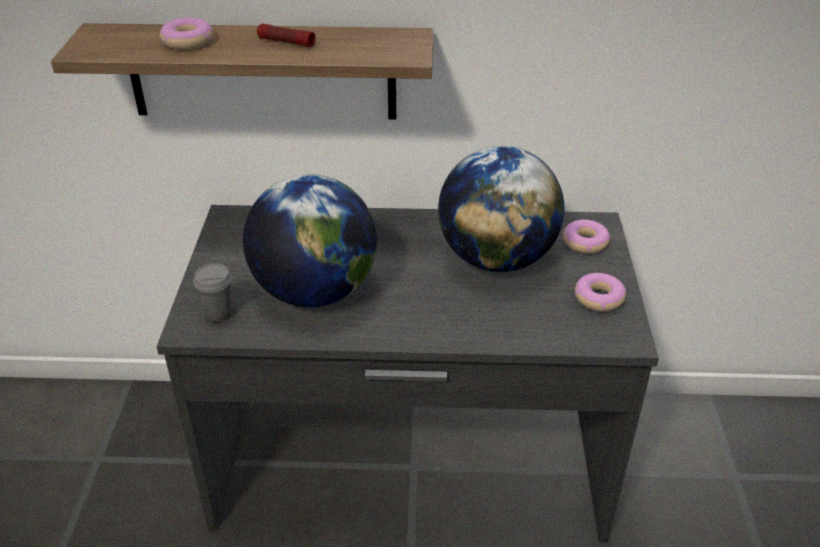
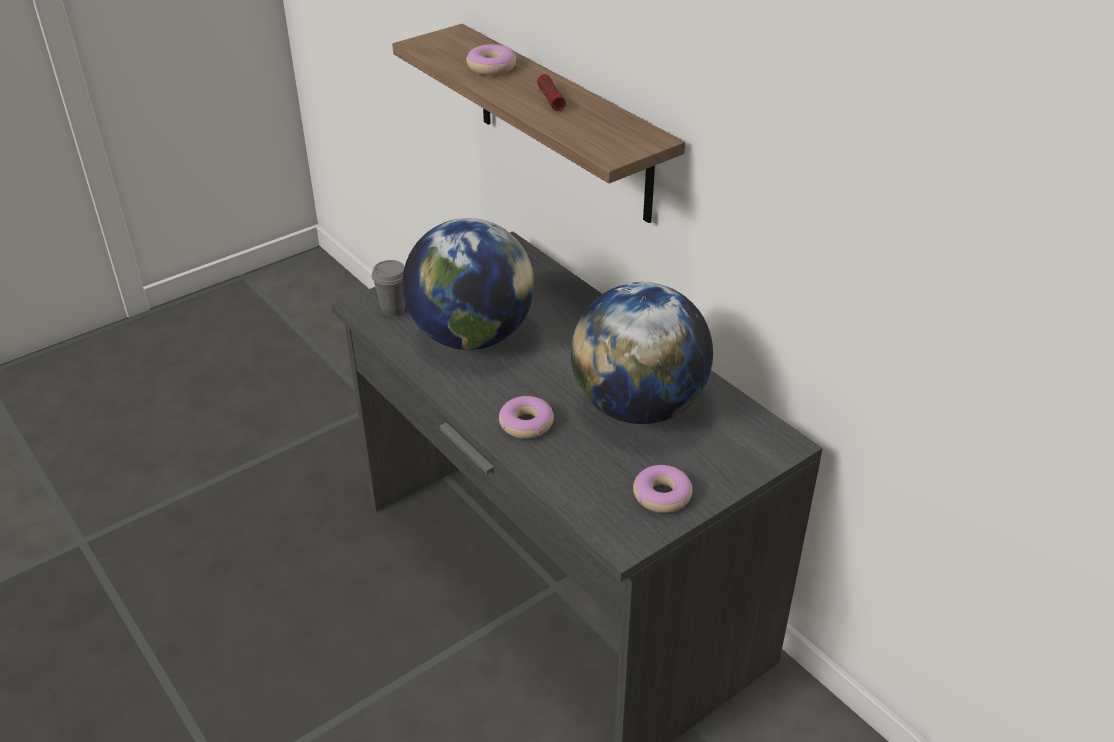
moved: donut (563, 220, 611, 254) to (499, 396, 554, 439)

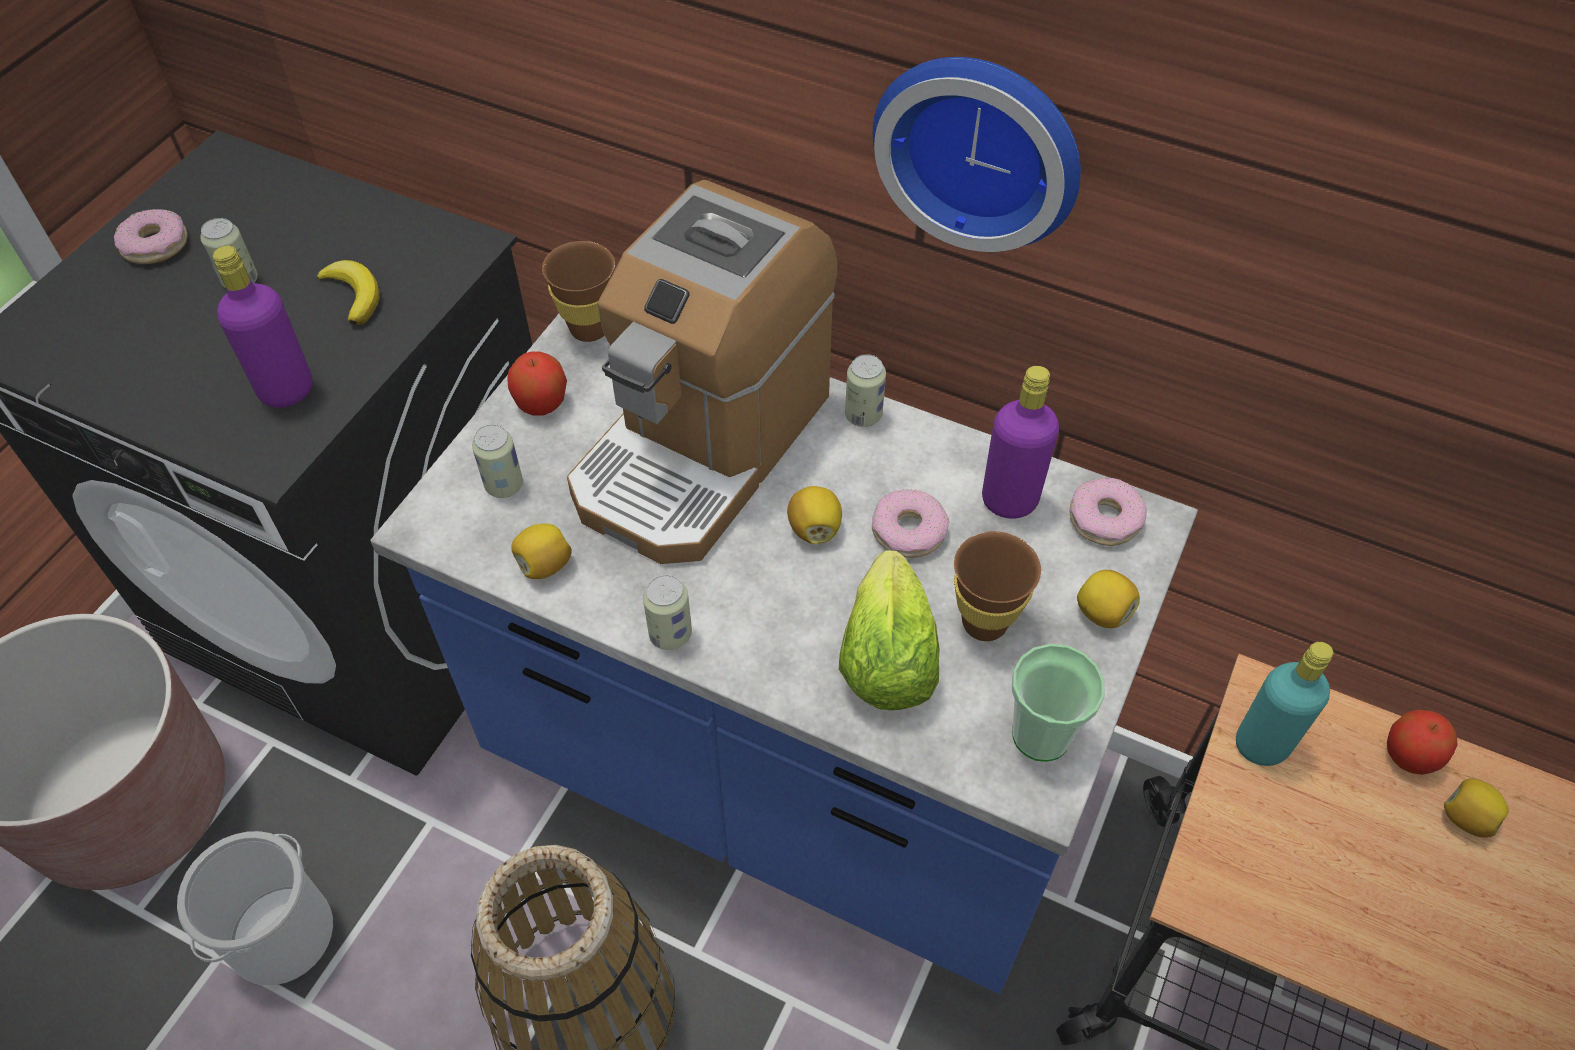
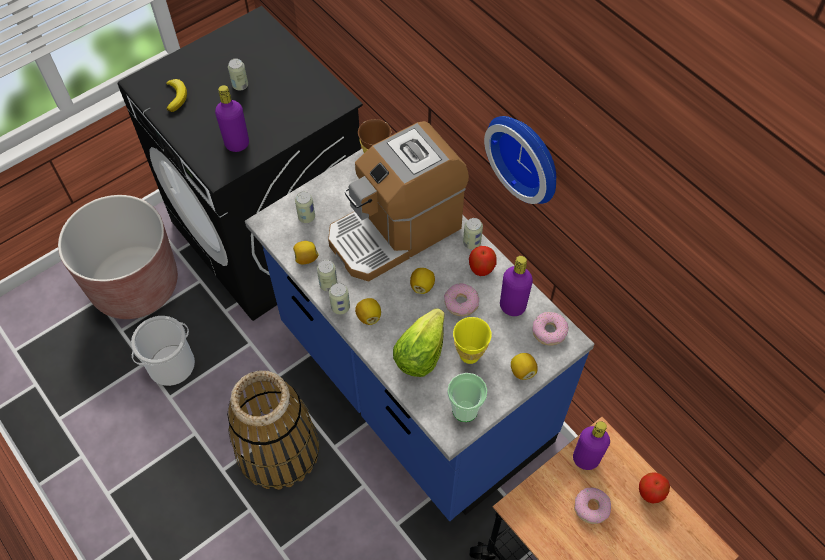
added: can (317, 260, 337, 292)
moved: donut (114, 209, 187, 264) to (574, 488, 611, 524); banana (317, 260, 379, 325) to (166, 79, 187, 112); apple (507, 351, 567, 416) to (469, 246, 497, 276); lemon (1444, 778, 1509, 837) to (355, 298, 381, 325)
recoloured: brown cup (954, 531, 1041, 641) to yellow cup (453, 317, 492, 364); turquoise bottle (1236, 642, 1334, 766) to purple bottle (573, 421, 610, 470)

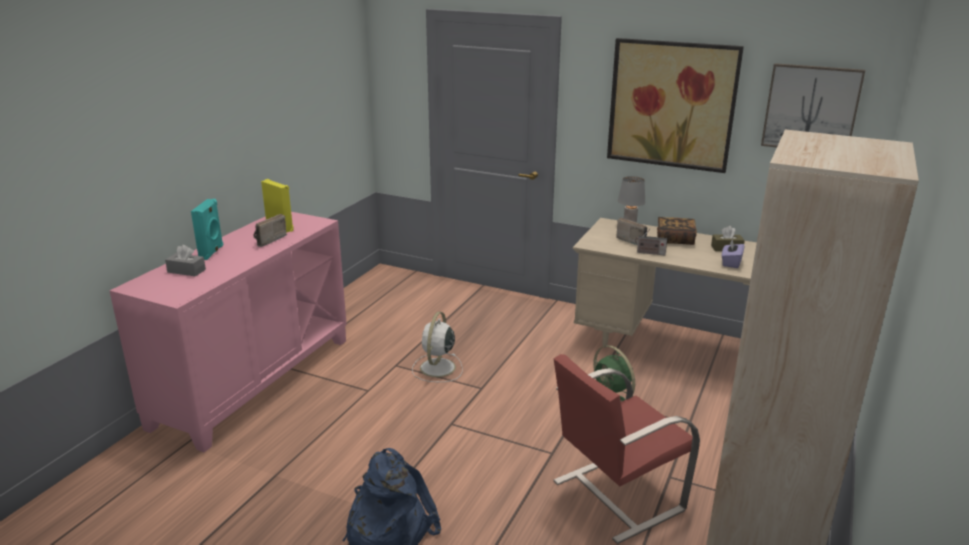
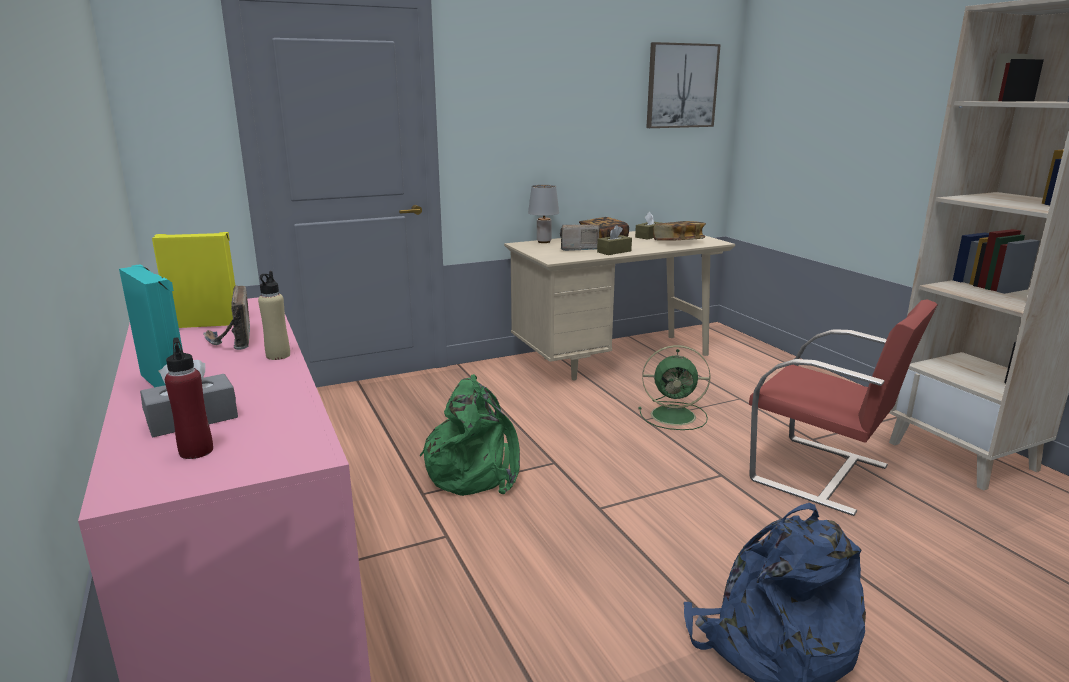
removed: picture (607, 38, 744, 173)
added: red bottle (165, 337, 213, 459); beige bottle (258, 271, 290, 360)
replaced: white fan (412, 312, 463, 382) to green backpack (420, 374, 520, 496); radio (635, 229, 667, 255) to brown tissue box (597, 225, 632, 255); purple tissue box (722, 238, 745, 268) to book (653, 221, 706, 240)
turned: red chair (553, 354, 700, 544) = (749, 299, 938, 516) 60 degrees counterclockwise

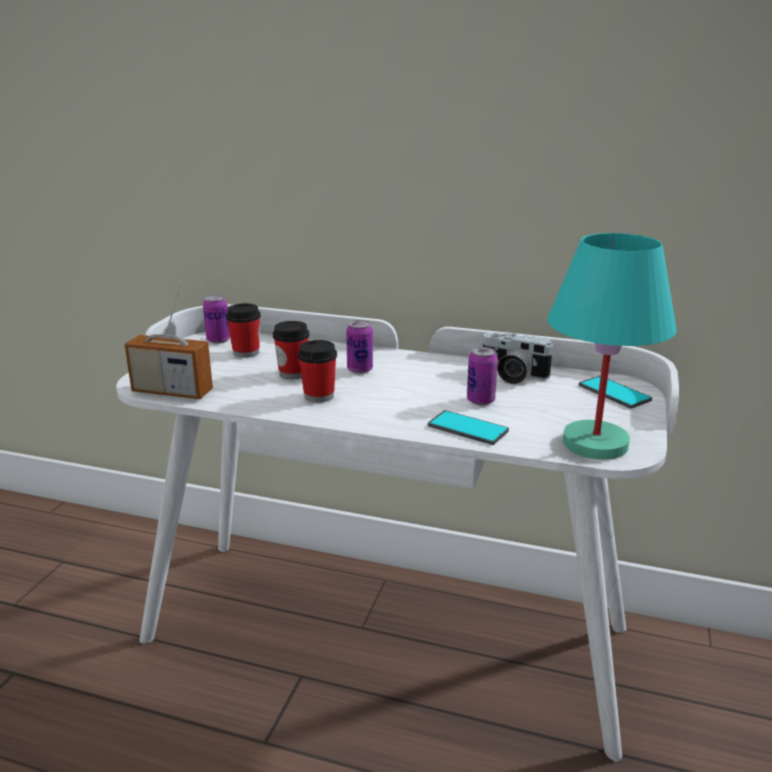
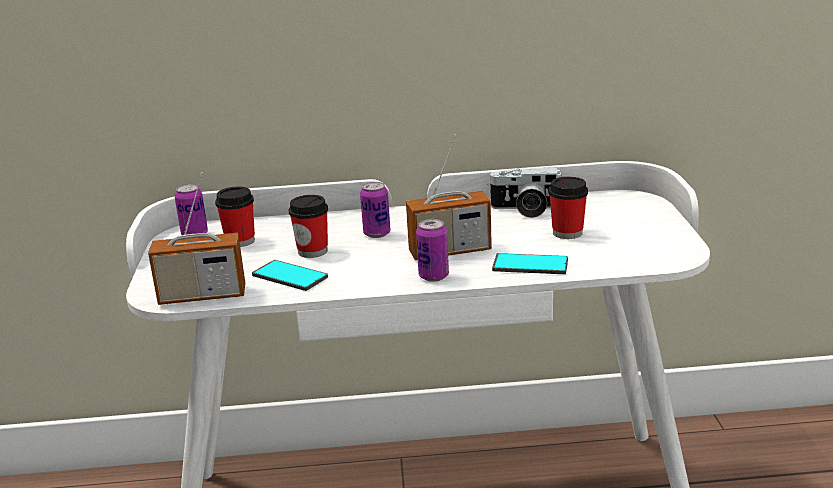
removed: turquoise table lamp (547, 233, 677, 460)
added: radio (406, 134, 492, 260)
moved: cup (298, 340, 337, 403) to (549, 177, 588, 239); can (467, 347, 498, 405) to (416, 219, 449, 282); phone (579, 376, 652, 409) to (252, 260, 328, 291)

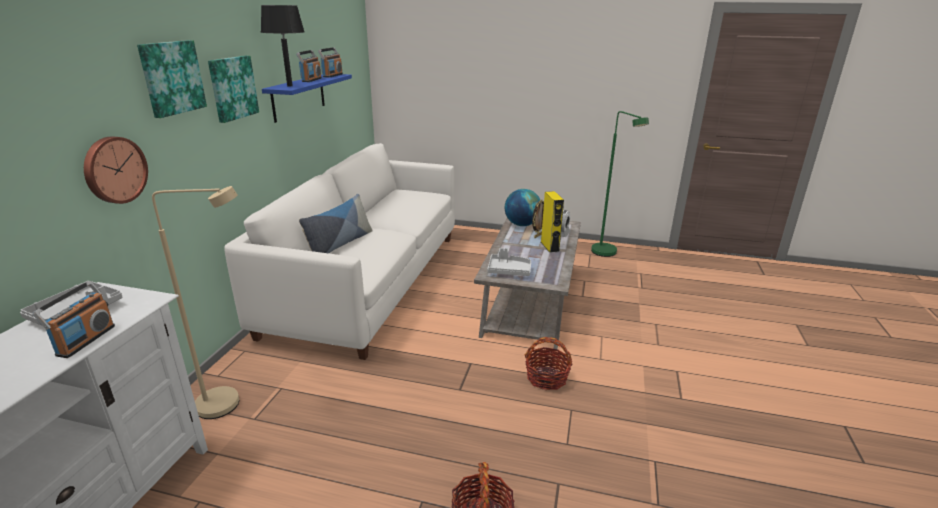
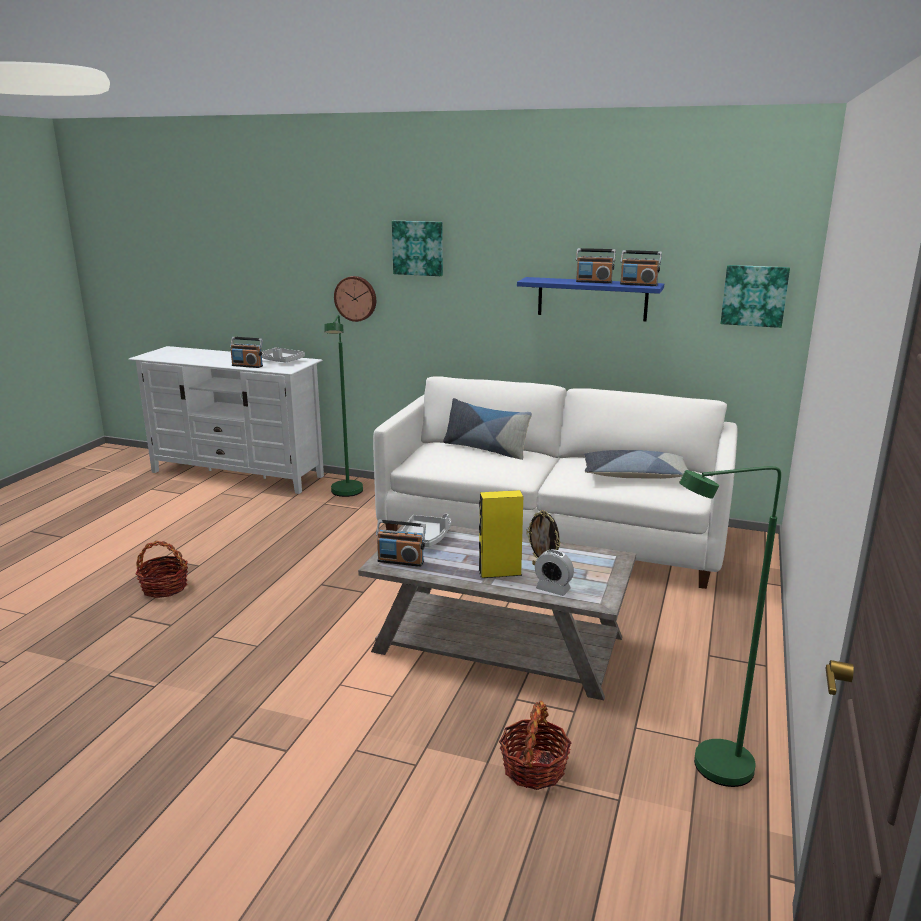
removed: black table lamp (261, 5, 304, 87); globe (505, 189, 540, 226)
added: radio (376, 520, 426, 567); pillow (584, 450, 688, 479)
moved: picture (208, 56, 259, 123) to (721, 265, 790, 328); basket (525, 337, 572, 390) to (499, 701, 571, 790)
recoloured: beige floor lamp (152, 186, 239, 419) to green floor lamp (324, 315, 363, 497)

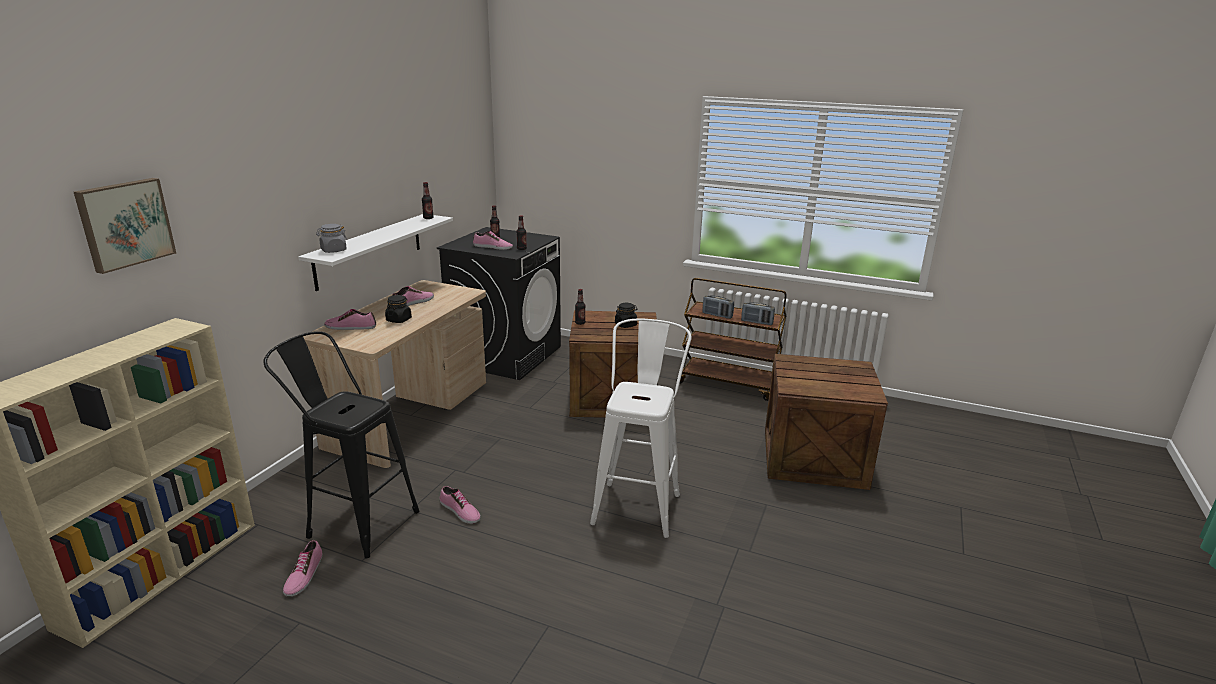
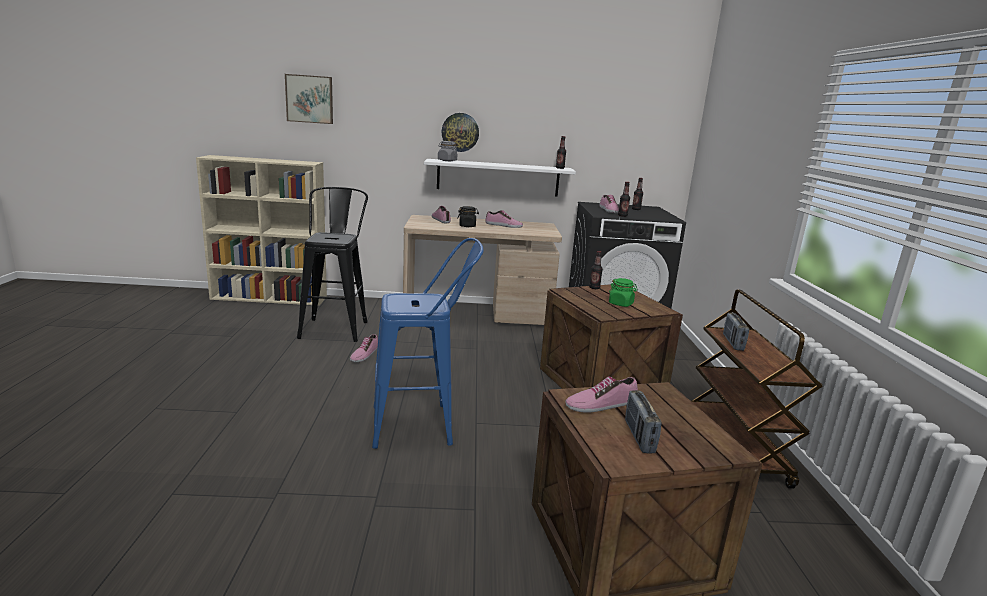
added: wall clock (441, 113, 479, 152)
moved: shoe (283, 540, 323, 596) to (565, 376, 638, 412); radio (741, 302, 775, 325) to (625, 390, 662, 454)
recoloured: white stool (590, 319, 692, 538) to blue stool (372, 238, 484, 449); black jar (615, 303, 638, 328) to green jar (609, 278, 638, 307)

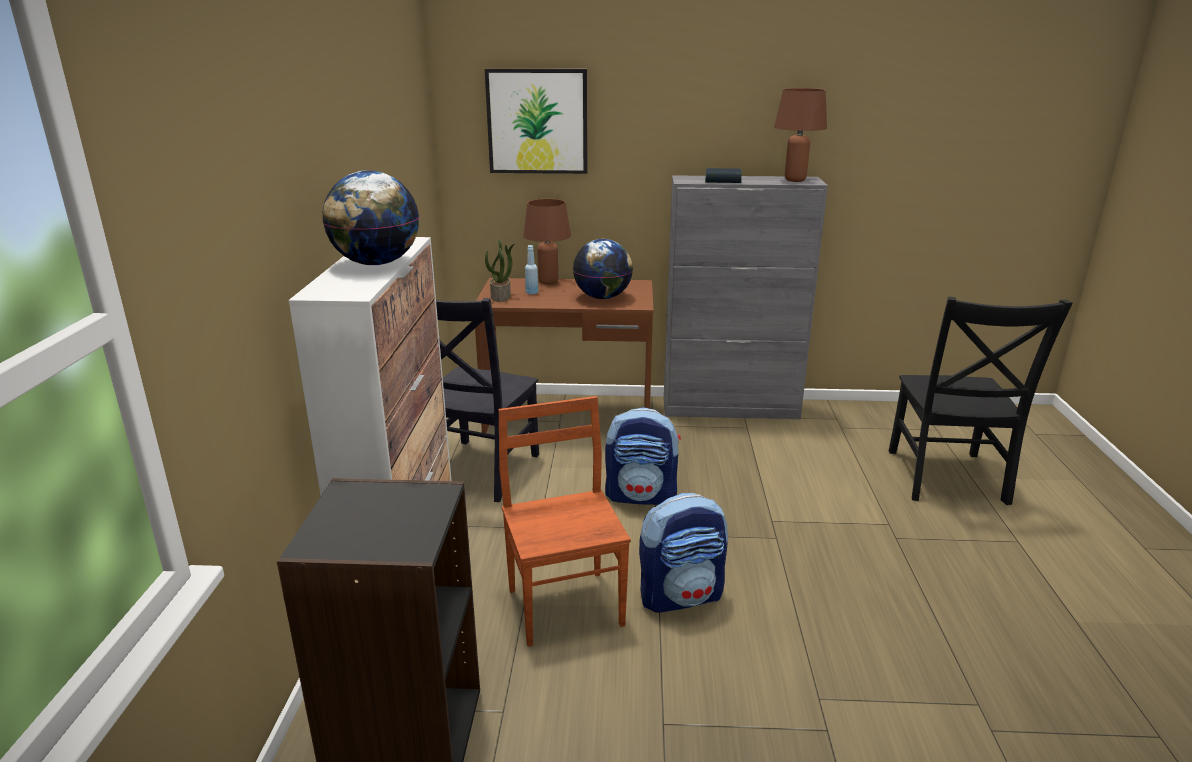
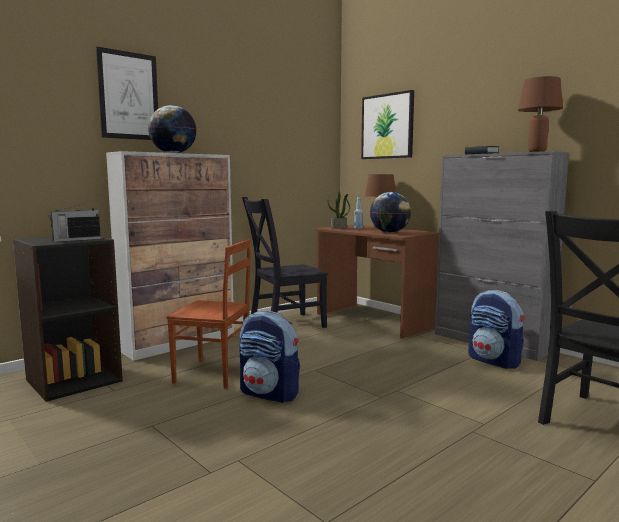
added: radio (49, 202, 101, 242); picture (96, 46, 158, 140)
moved: backpack (605, 407, 681, 505) to (468, 290, 525, 369)
turned: brown chair (498, 396, 631, 647) = (167, 239, 251, 389) 75 degrees clockwise

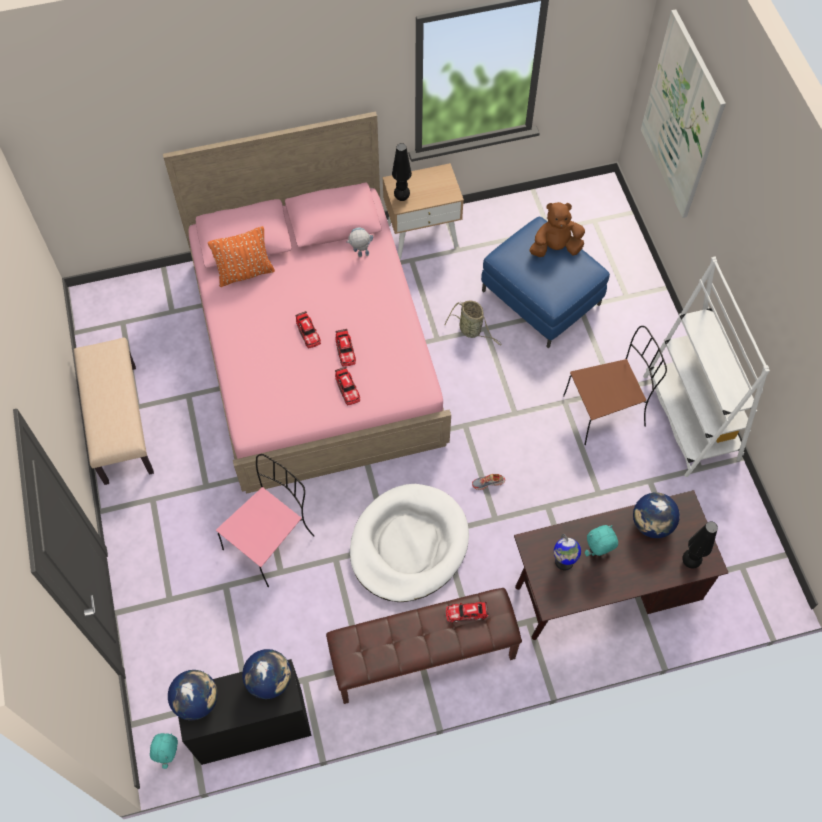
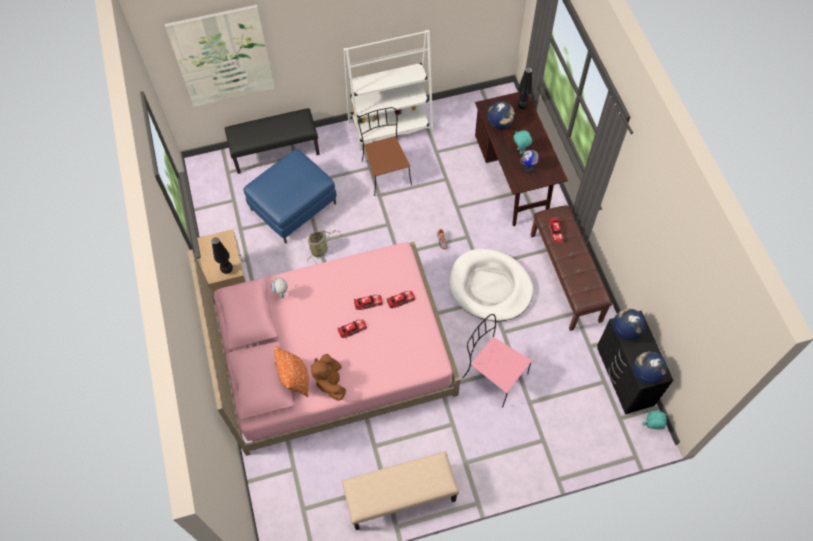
added: black bench (225, 108, 320, 174)
moved: brown plush toy (529, 202, 585, 257) to (311, 354, 346, 401)

